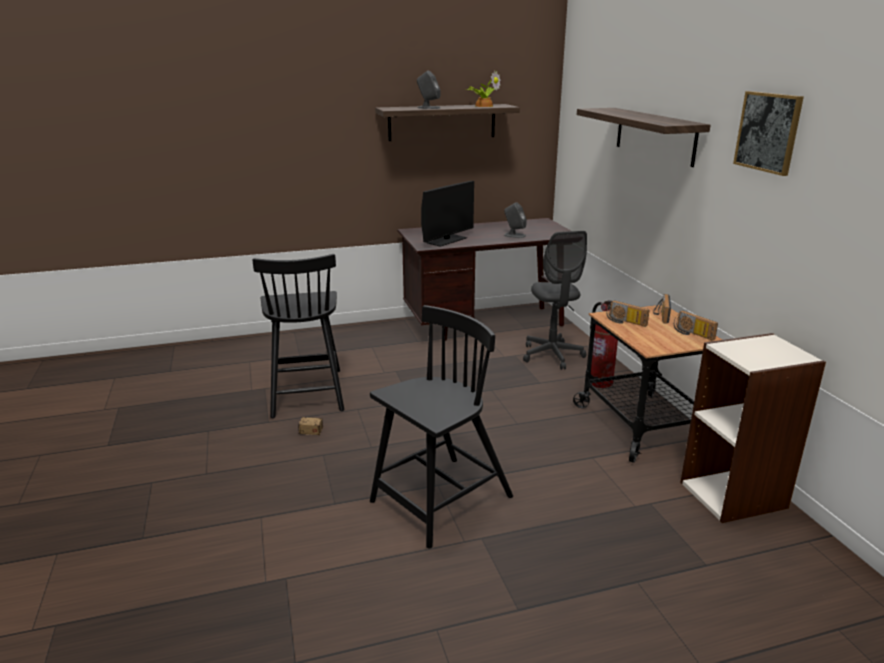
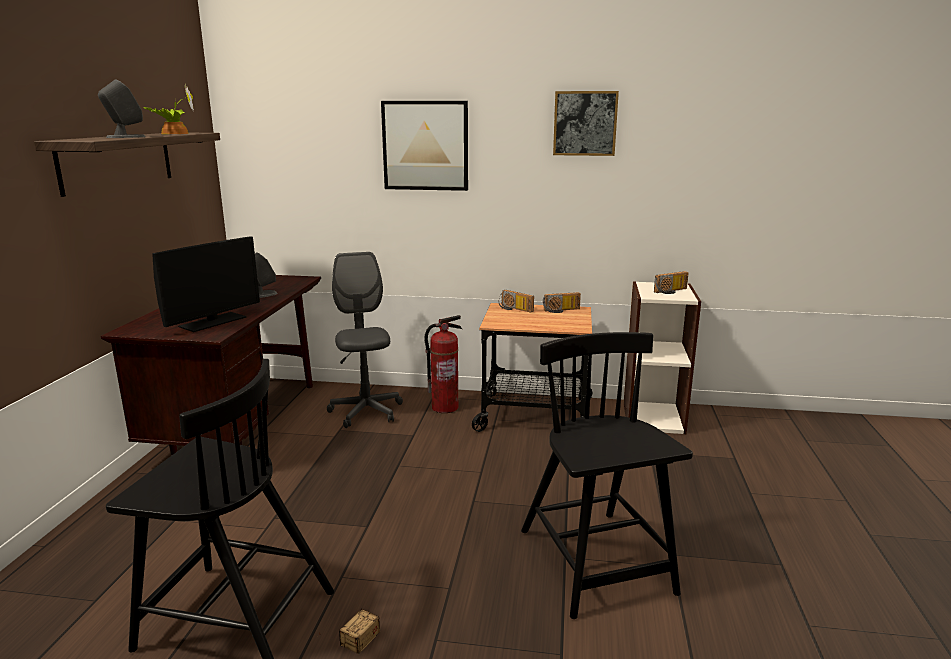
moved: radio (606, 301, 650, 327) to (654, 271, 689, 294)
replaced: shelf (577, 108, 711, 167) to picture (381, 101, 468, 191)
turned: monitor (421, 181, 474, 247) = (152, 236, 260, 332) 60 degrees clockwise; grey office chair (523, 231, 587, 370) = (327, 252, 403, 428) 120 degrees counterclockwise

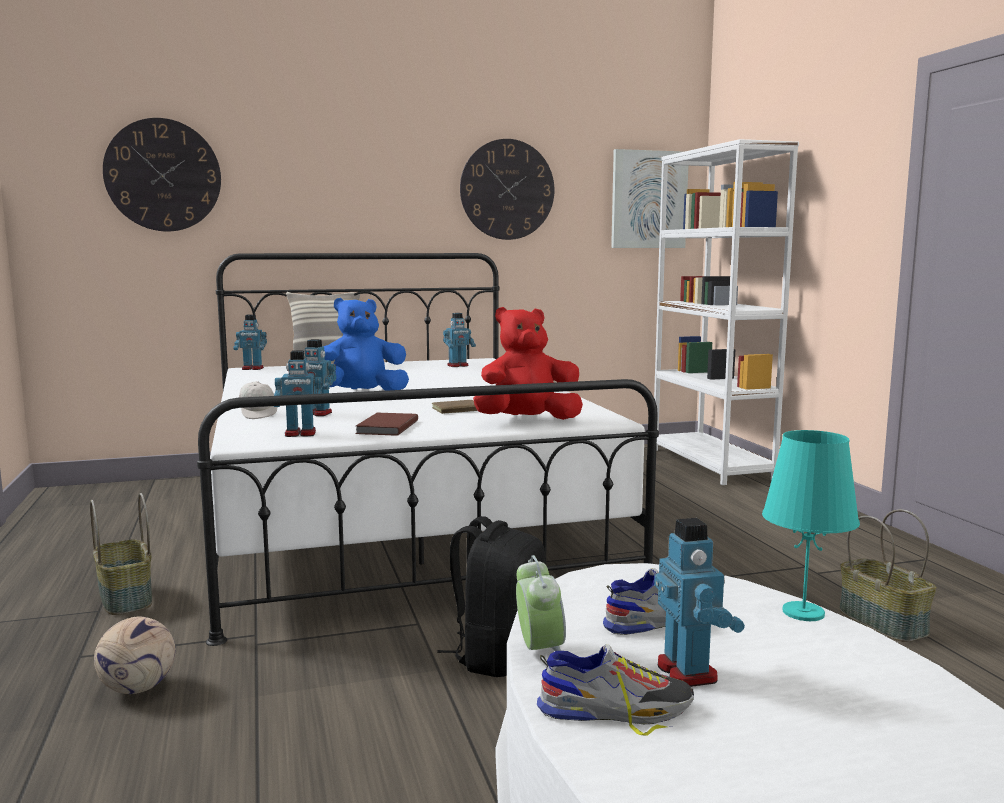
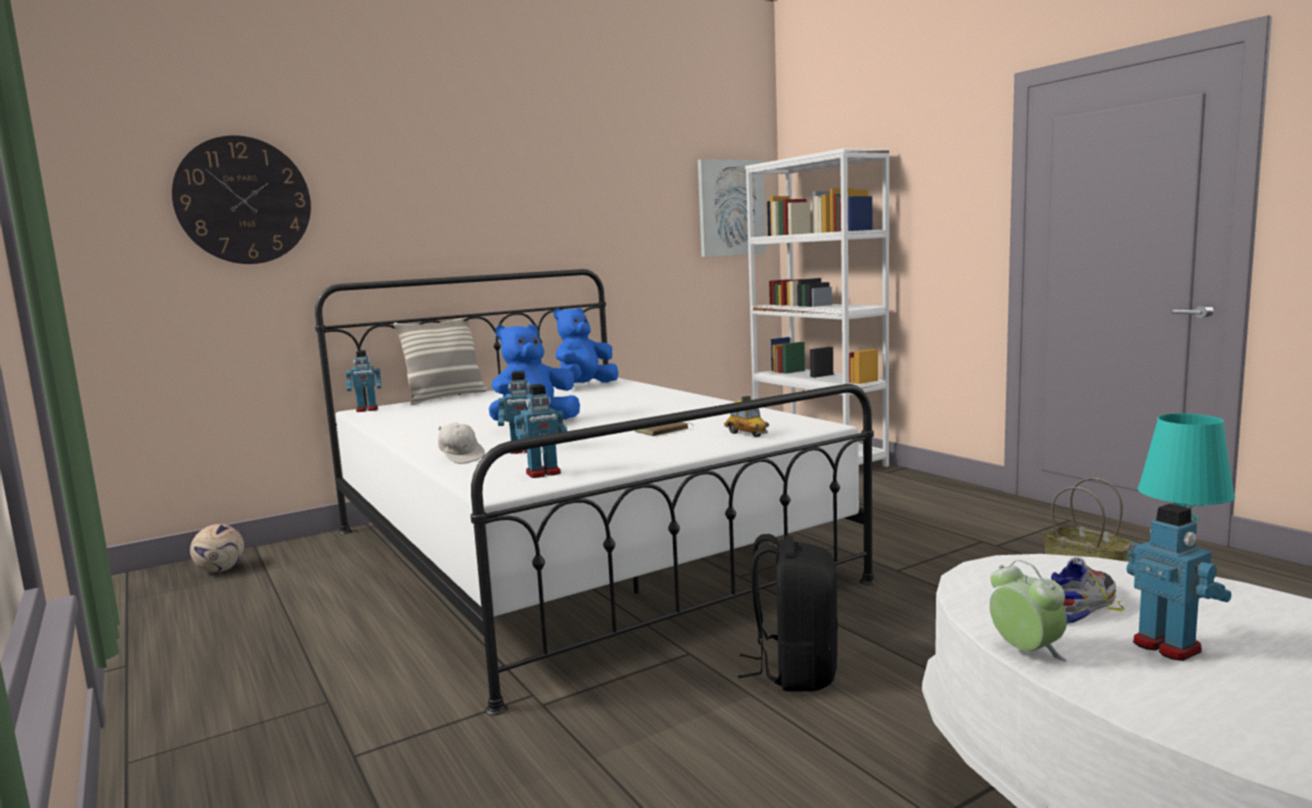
removed: basket (90, 493, 152, 615); brown book (356, 413, 418, 436); wall clock (460, 139, 554, 240); shoe (537, 644, 694, 736)
moved: football (94, 617, 176, 694) to (190, 524, 244, 572)
replaced: toy robot (443, 313, 476, 367) to blue plush toy (554, 308, 618, 383); red plush toy (473, 307, 583, 420) to toy car (724, 396, 769, 437)

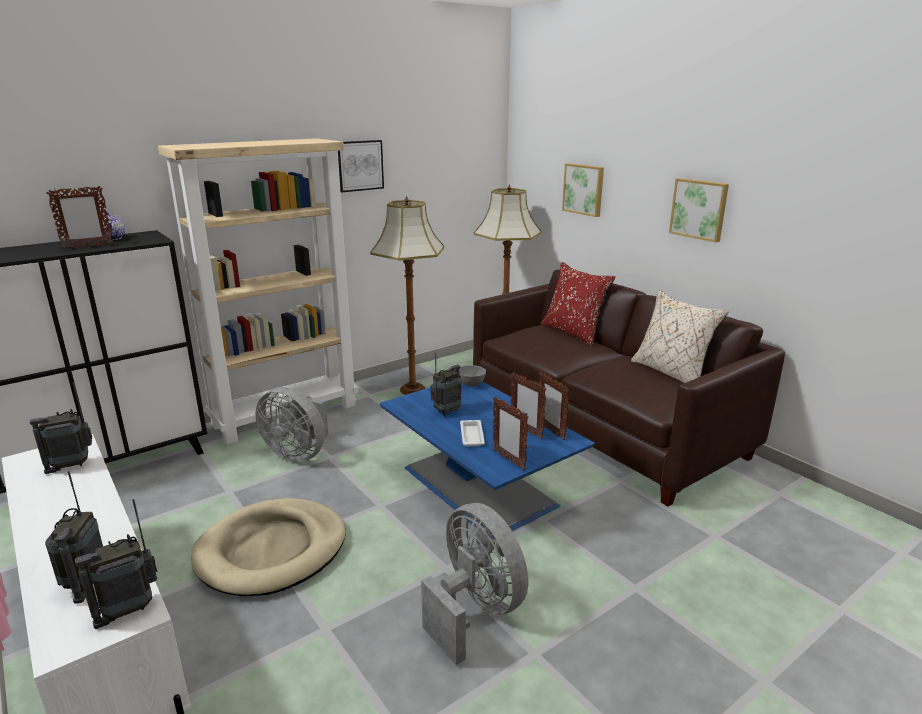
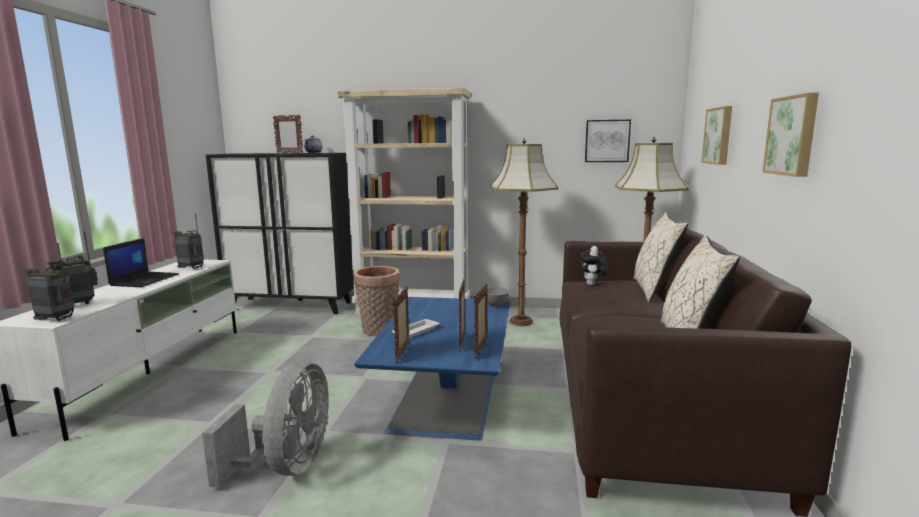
removed: beige dog bed (191, 498, 346, 596); radio (431, 353, 461, 416)
added: laptop (103, 238, 179, 287); plush toy (580, 246, 609, 286)
moved: picture (338, 140, 384, 193) to (585, 120, 631, 162)
replaced: grey fan (256, 387, 329, 463) to basket (353, 266, 400, 336)
recoloured: red pillow (541, 262, 615, 346) to beige pillow (634, 212, 688, 302)

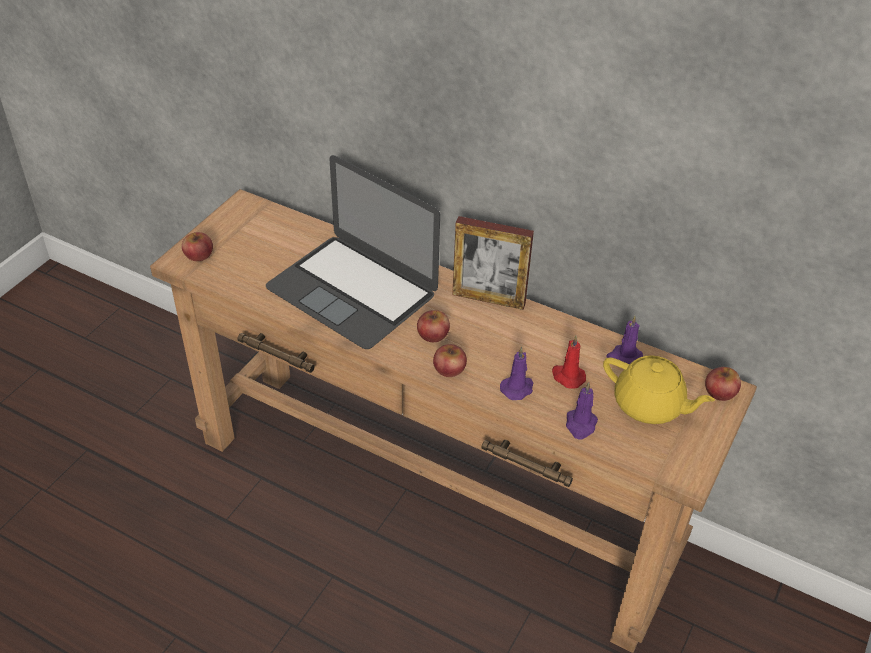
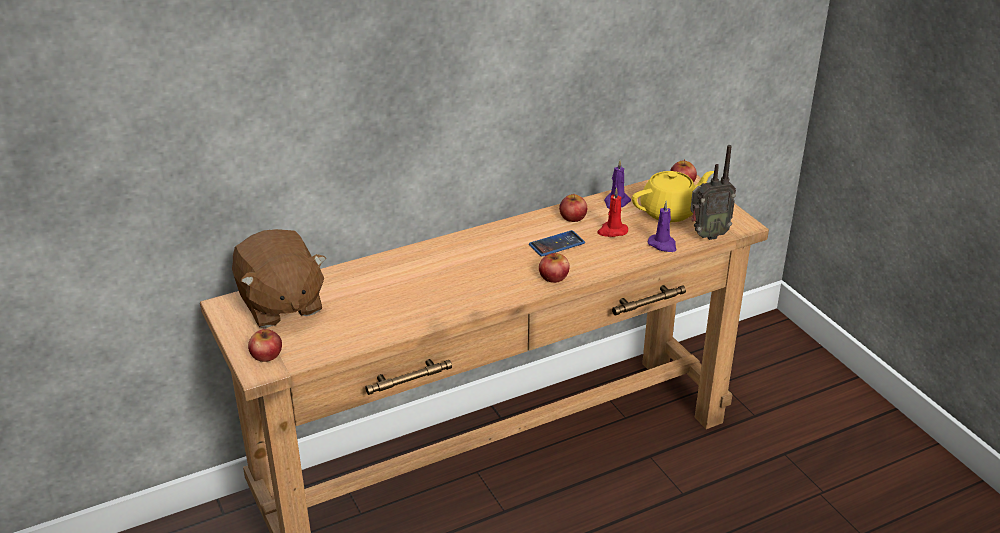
removed: laptop (266, 155, 440, 349); picture frame (452, 216, 534, 310); purple candle (500, 347, 533, 400)
added: brown plush toy (232, 229, 326, 328); phone (529, 230, 585, 257); radio (690, 145, 736, 240)
moved: apple (417, 310, 450, 342) to (559, 194, 587, 222)

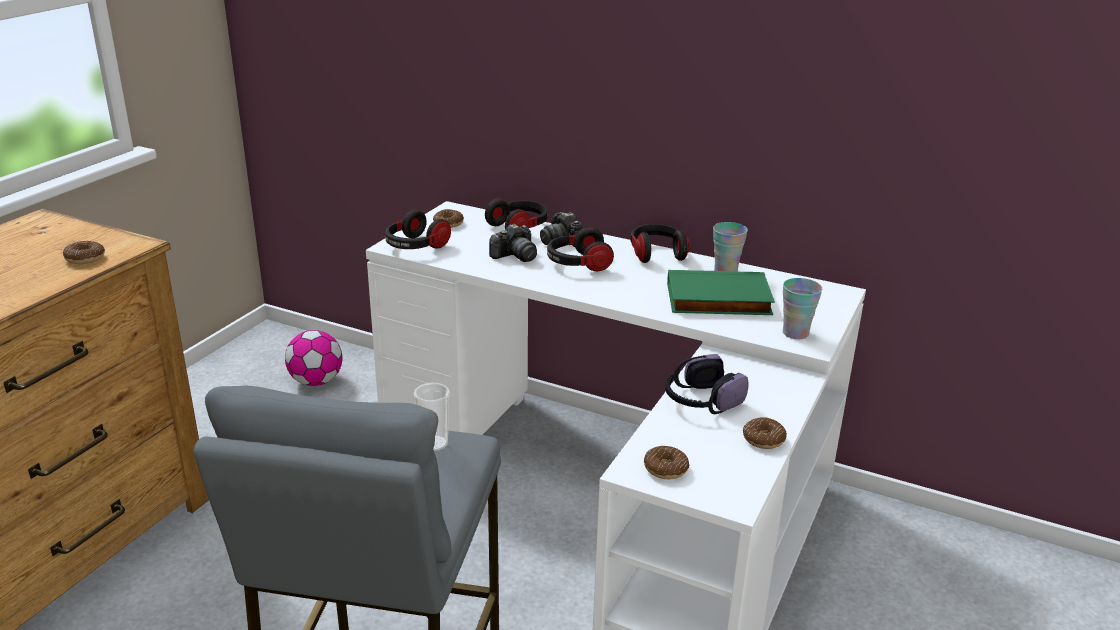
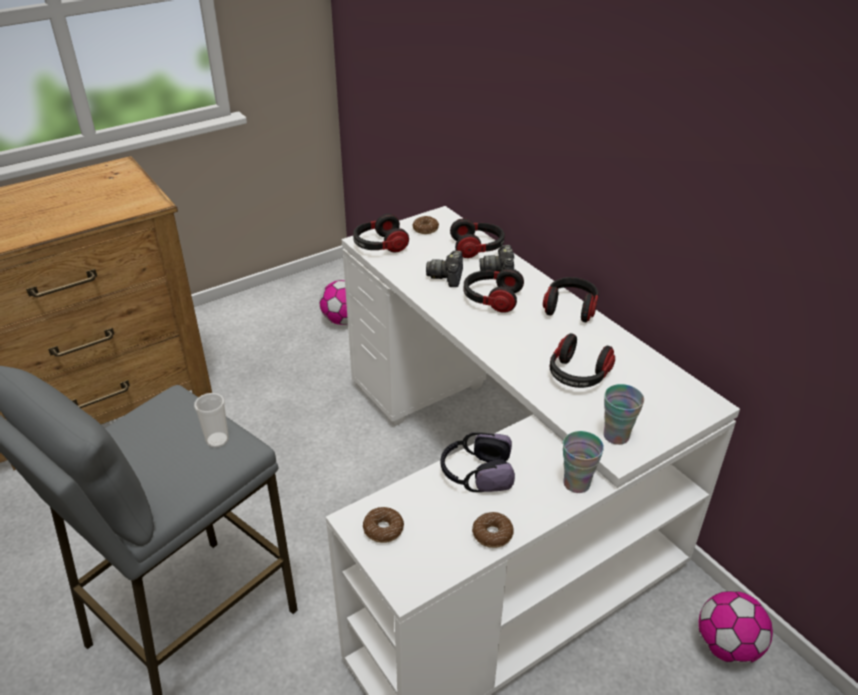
removed: donut (63, 241, 105, 264)
added: football (699, 591, 773, 664)
moved: cup (713, 222, 748, 272) to (563, 431, 604, 493)
replaced: green book (667, 270, 775, 315) to headphones (550, 333, 615, 388)
turned: photo camera (489, 223, 537, 262) = (426, 251, 463, 287) 105 degrees clockwise

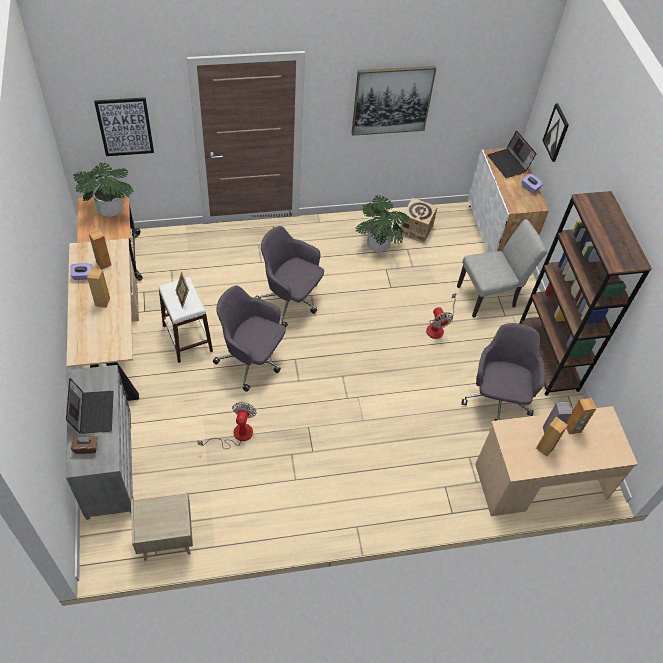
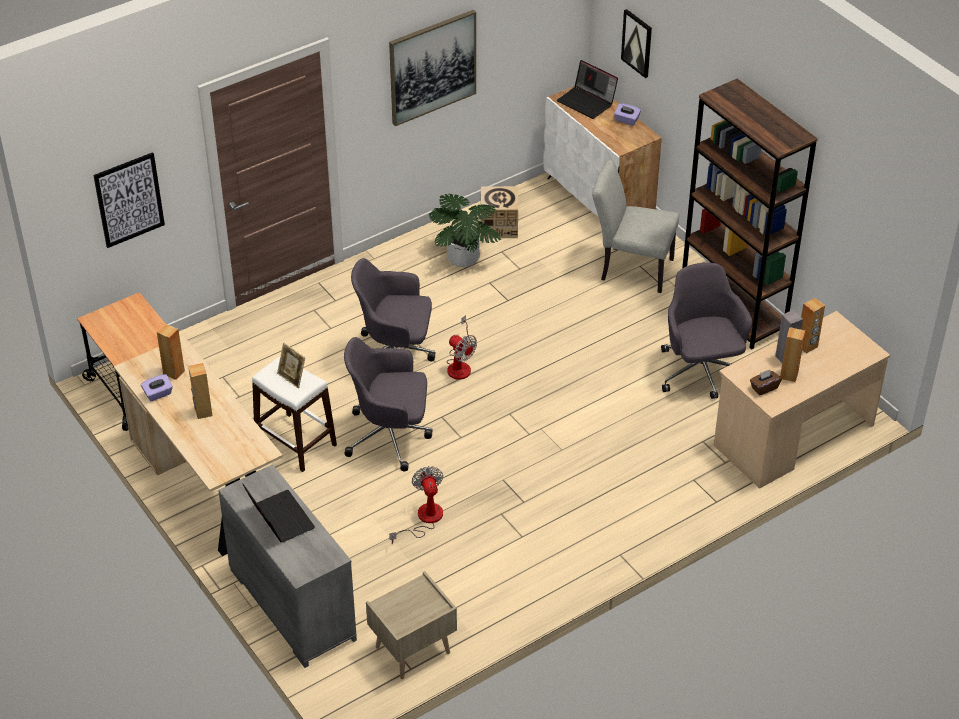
removed: potted plant (73, 163, 134, 217)
moved: brown tissue box (71, 436, 98, 454) to (750, 370, 782, 395); fan (426, 293, 457, 339) to (447, 315, 477, 380)
turned: grey chair (457, 219, 547, 318) = (592, 160, 679, 293) 120 degrees counterclockwise

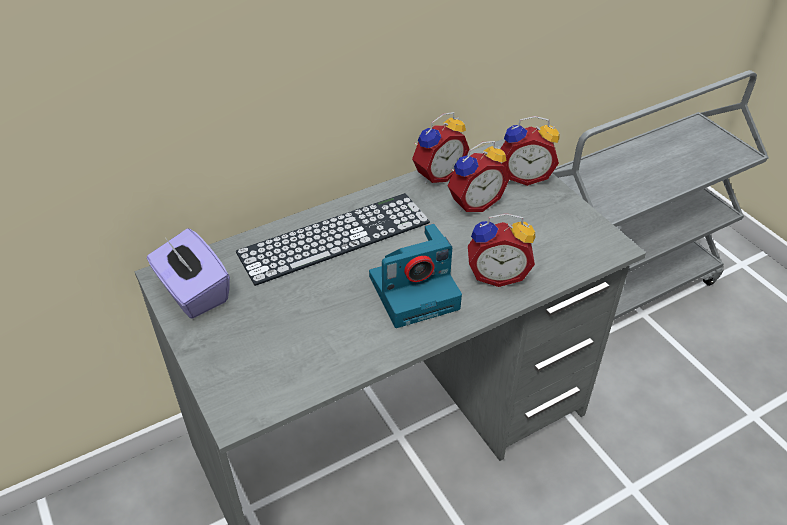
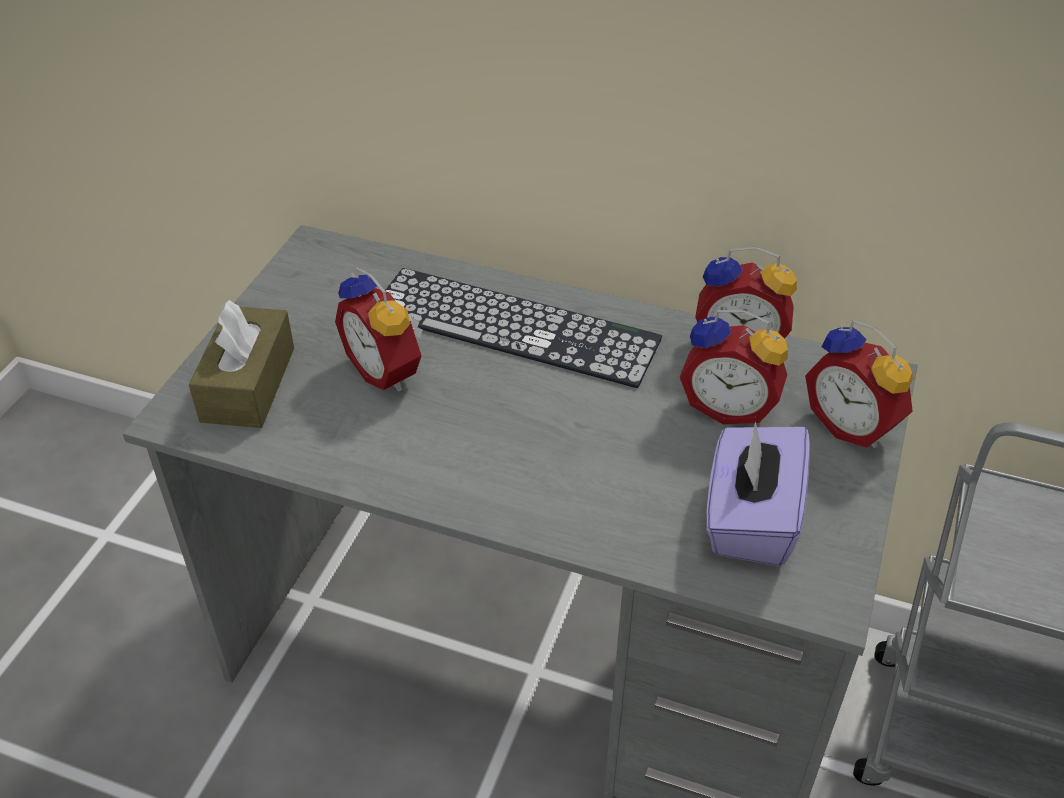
removed: photo camera (369, 224, 462, 328)
added: brown tissue box (189, 300, 294, 428)
moved: purple tissue box (147, 229, 230, 319) to (706, 421, 810, 566); alarm clock (468, 213, 535, 287) to (335, 267, 423, 391)

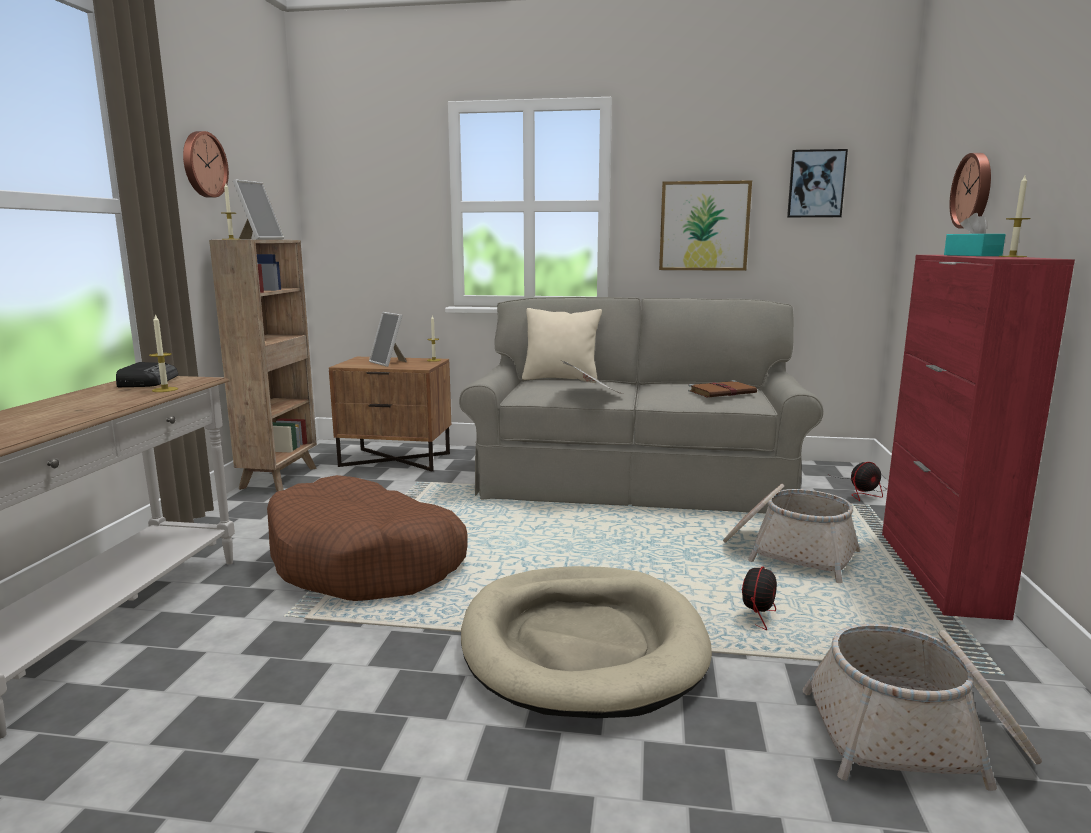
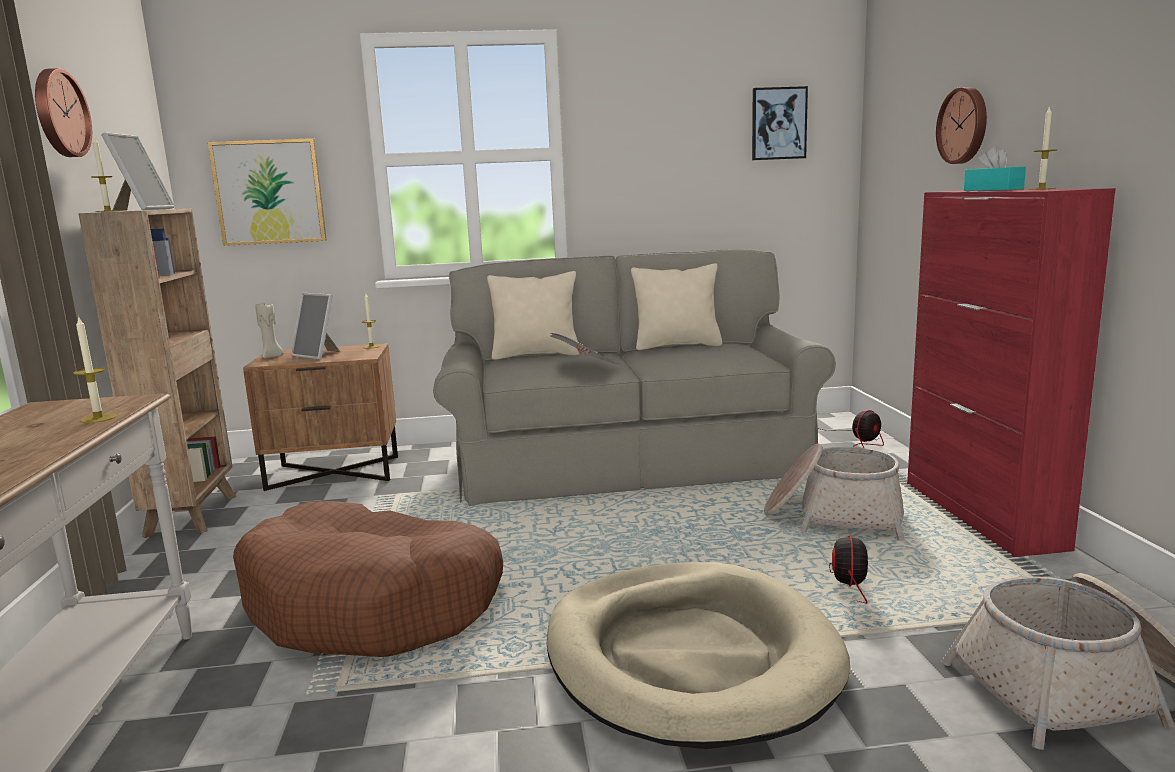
removed: radio (116, 362, 178, 387); brown book (688, 380, 757, 398)
added: beige candle (255, 304, 284, 358); beige pillow (631, 263, 722, 350)
moved: picture (659, 180, 752, 271) to (208, 138, 327, 246)

